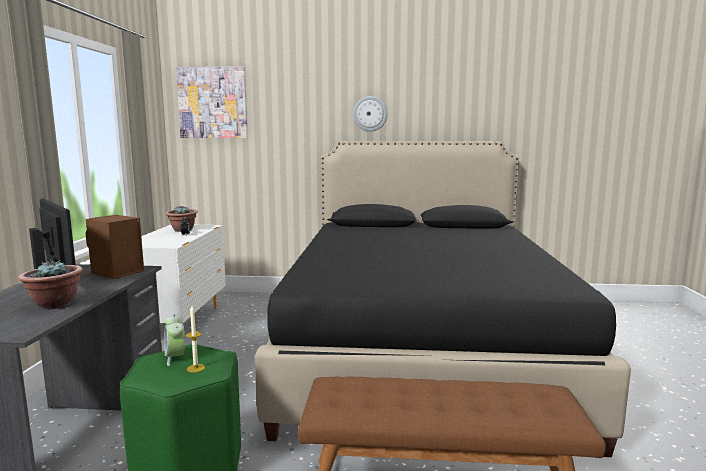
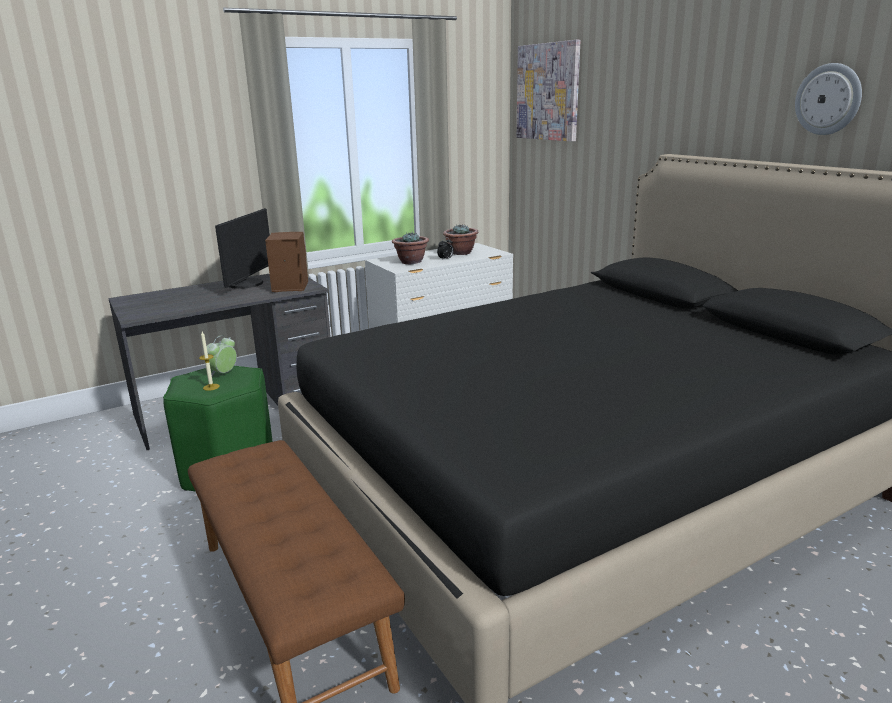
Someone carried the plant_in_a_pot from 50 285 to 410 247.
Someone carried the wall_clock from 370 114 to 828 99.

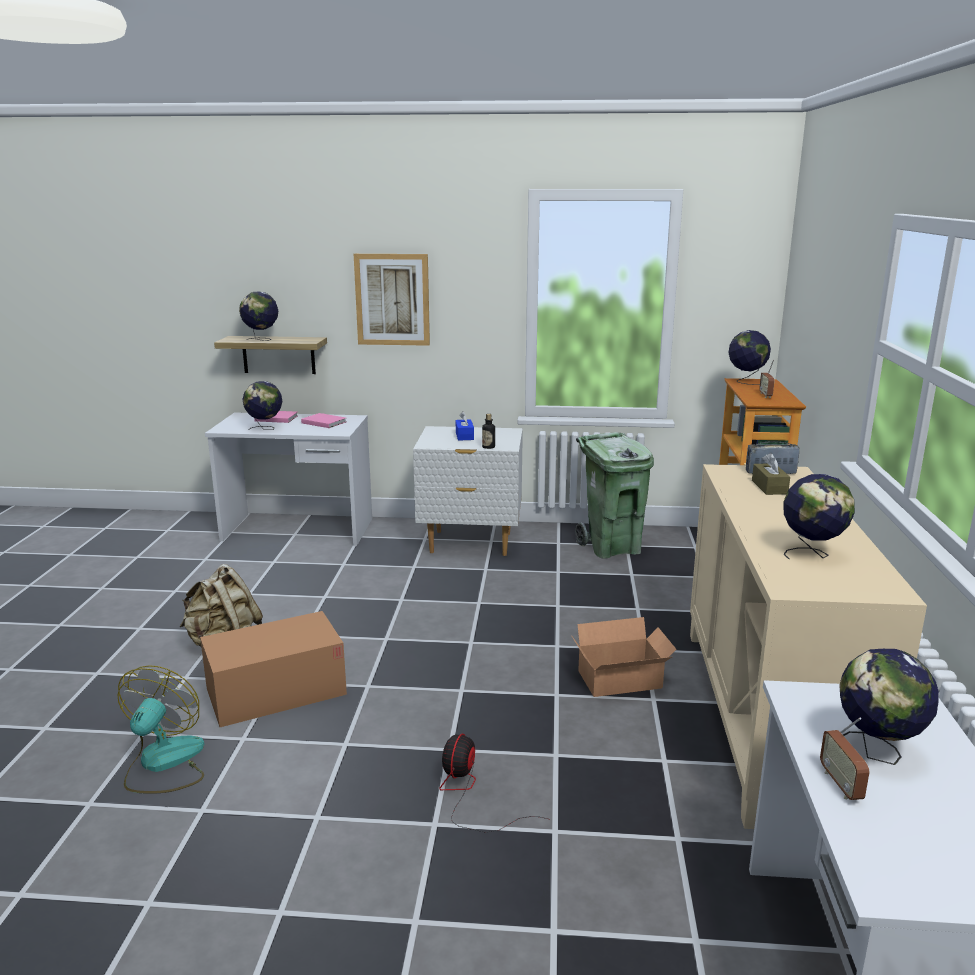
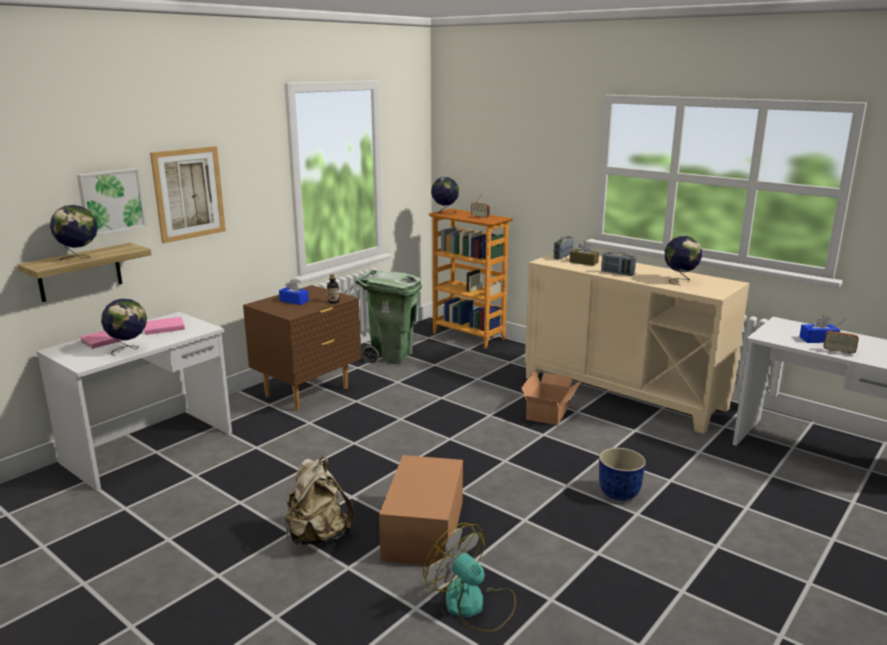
Someone put up the wall_picture at 112 201.
Someone repainted the white-coloured_bedside_table at 468 491, which became the brown_bedside_table at 302 348.
Someone swapped the fan at 493 783 for the flower_pot at 622 474.
Someone put down the radio_receiver at 618 264.
Someone swapped the globe at 889 707 for the bluish_tissue_box at 819 329.

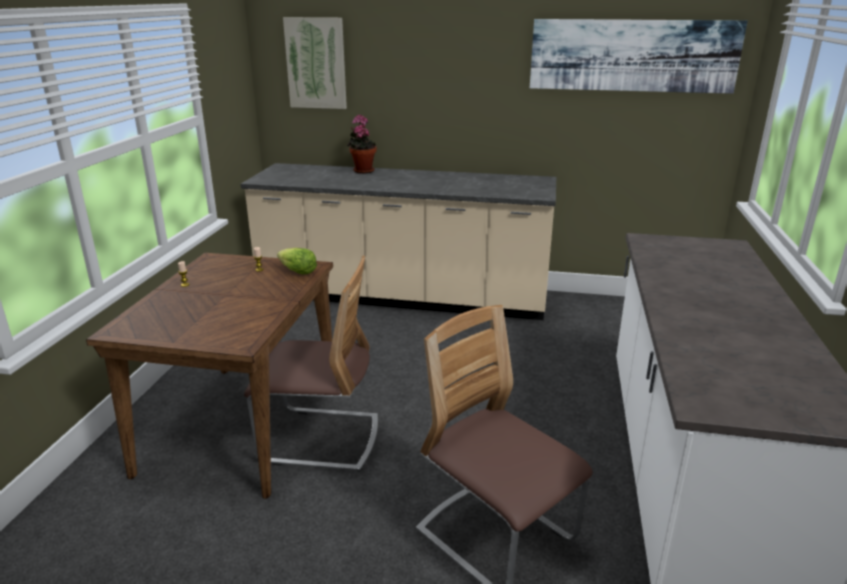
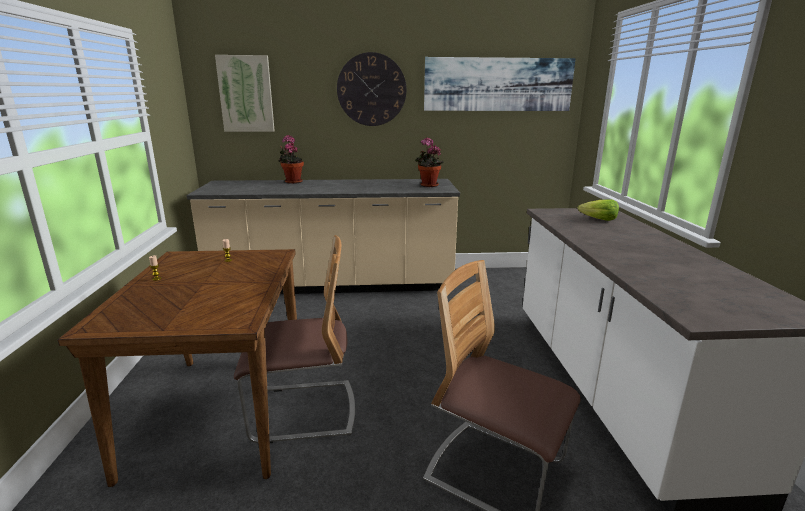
Someone put up the wall_clock at 371 89.
Someone put down the plant_in_a_pot at 429 162.
Someone carried the head_of_lettuce from 297 261 to 598 210.

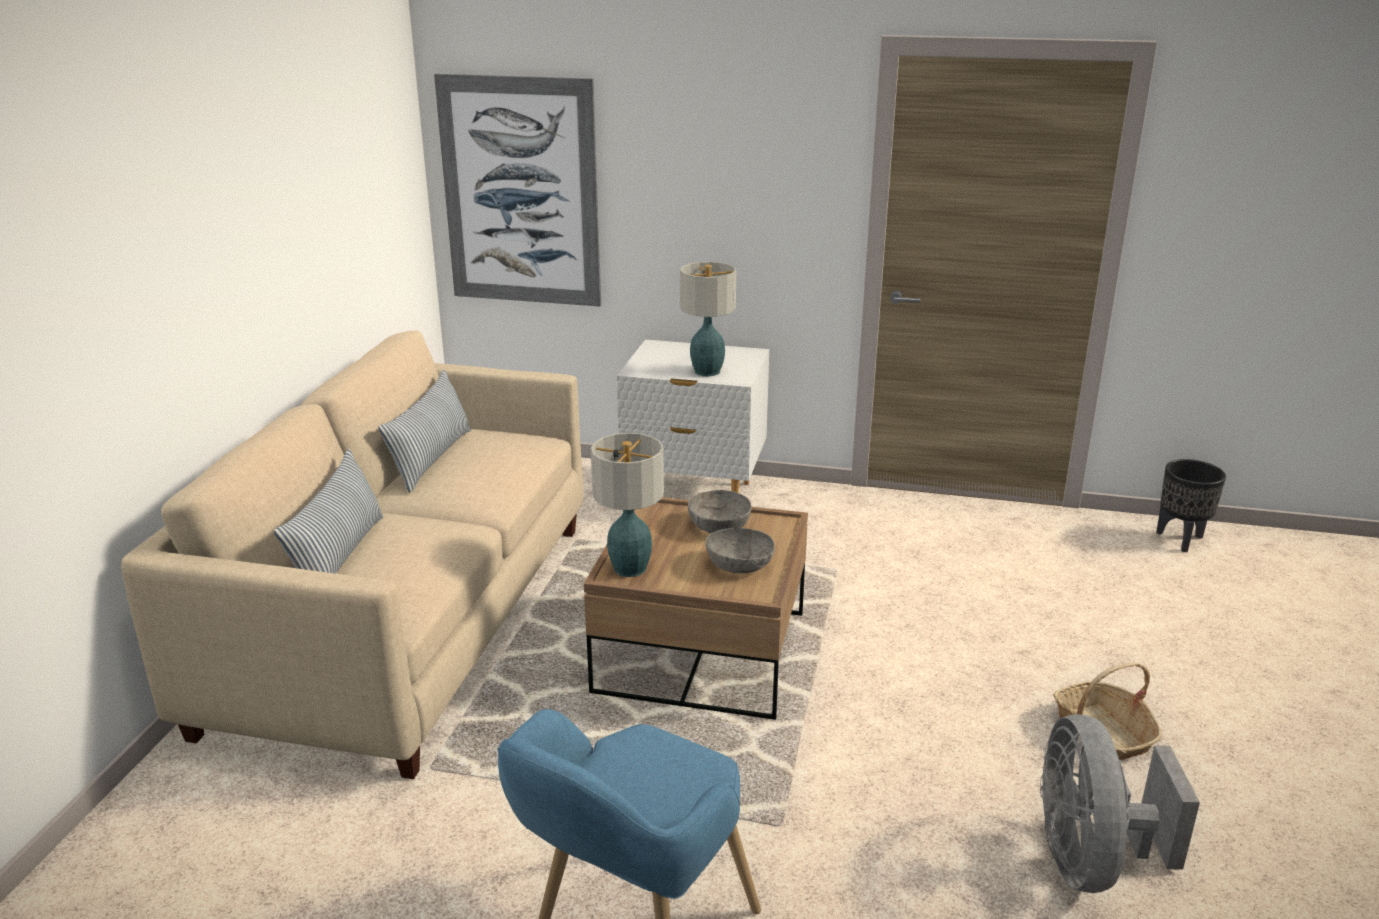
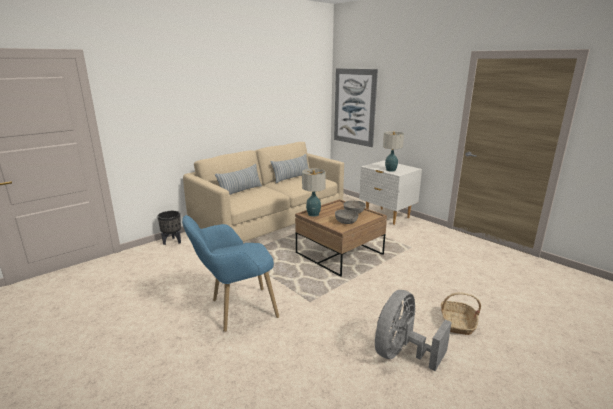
Someone carried the black-coloured_flower_pot from 1191 505 to 169 228.

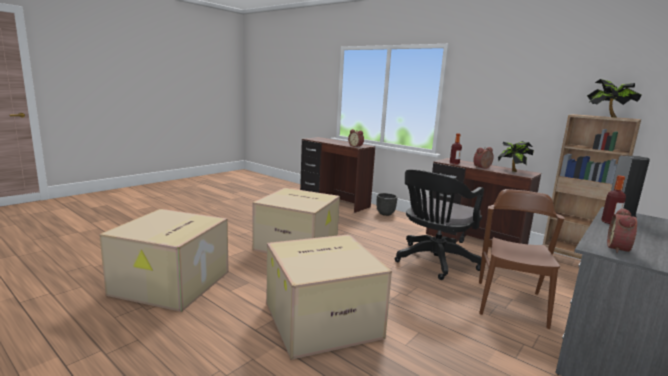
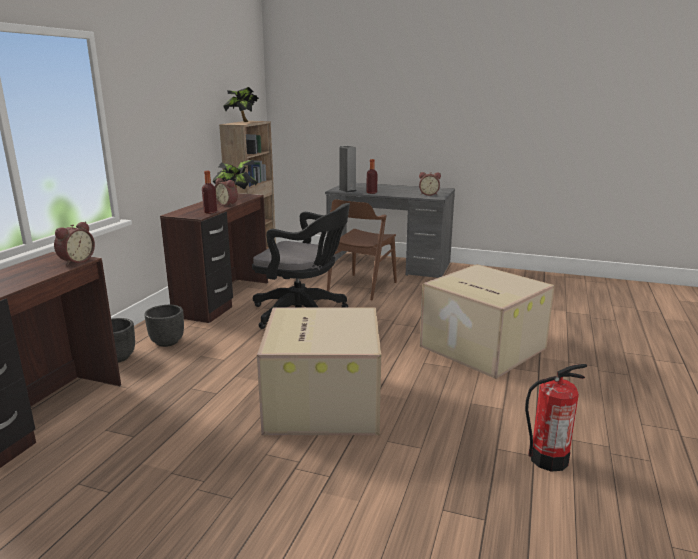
Someone put down the black-coloured_flower_pot at 164 326.
Someone rotated the brown_chair at 522 259 by 60 degrees counterclockwise.
Someone swapped the cardboard_box at 164 260 for the fire-fighting_cylinder at 556 417.

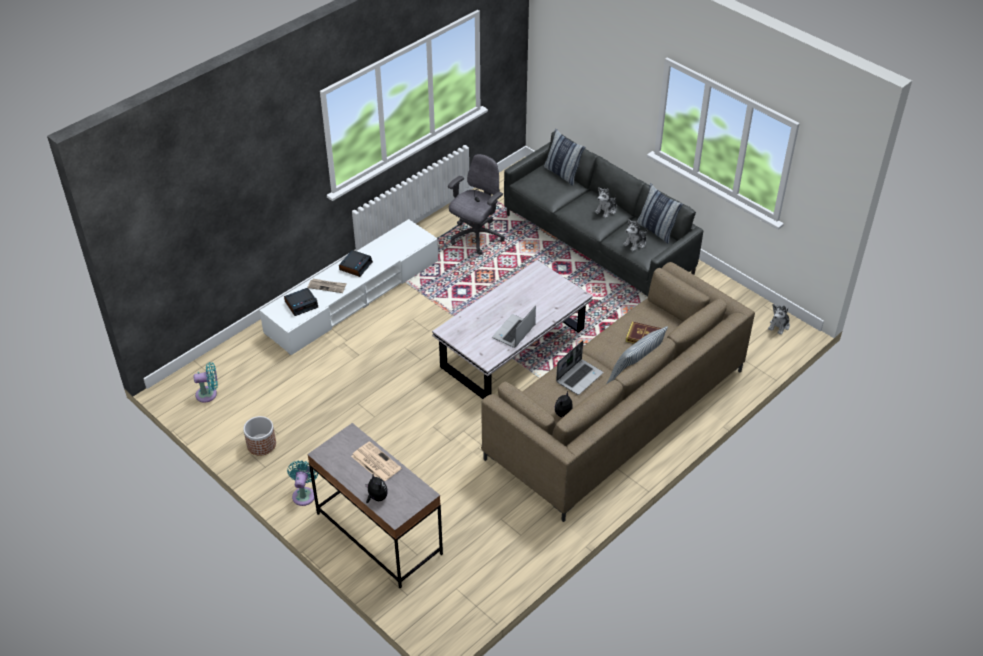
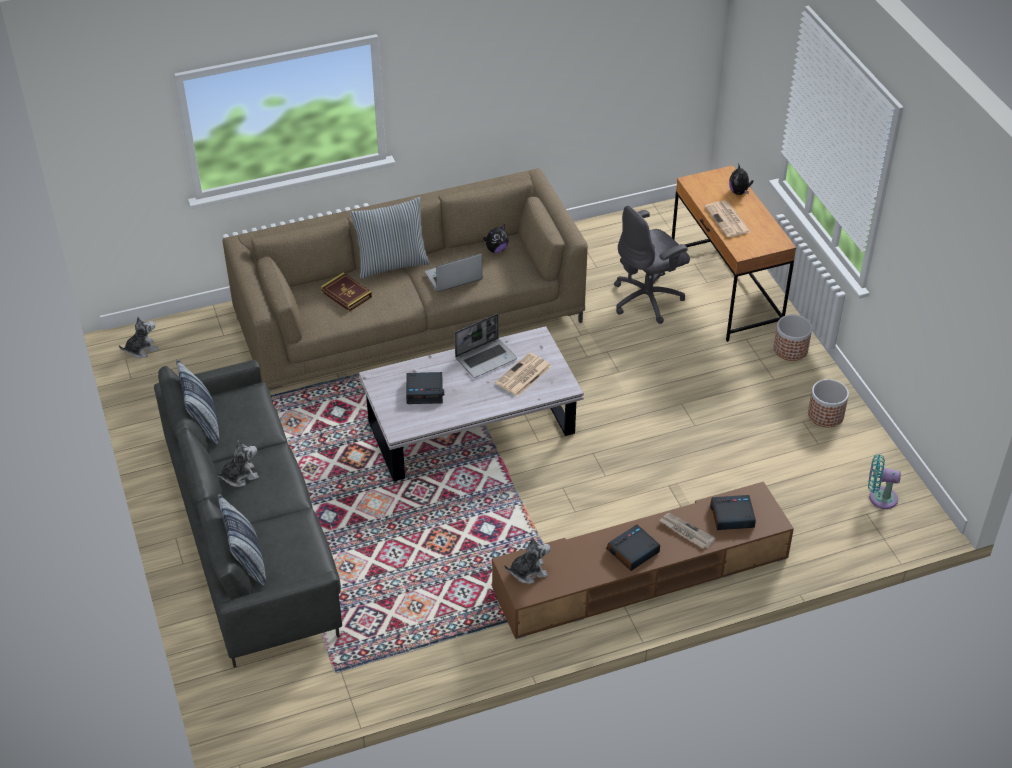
Someone put down the alarm_clock at 425 388.
Someone repainted the white-coloured_tv_stand at 348 287, which became the brown_tv_stand at 643 561.
Someone put down the printed_paper at 523 374.
Someone carried the cuddly_toy from 635 235 to 527 560.
Someone carried the gray_desk_chair from 476 204 to 652 264.
Someone repainted the gray_desk_table at 375 505, which became the brown_desk_table at 734 253.
Someone swapped the turquoise_fan at 302 483 for the flower_pot at 792 338.

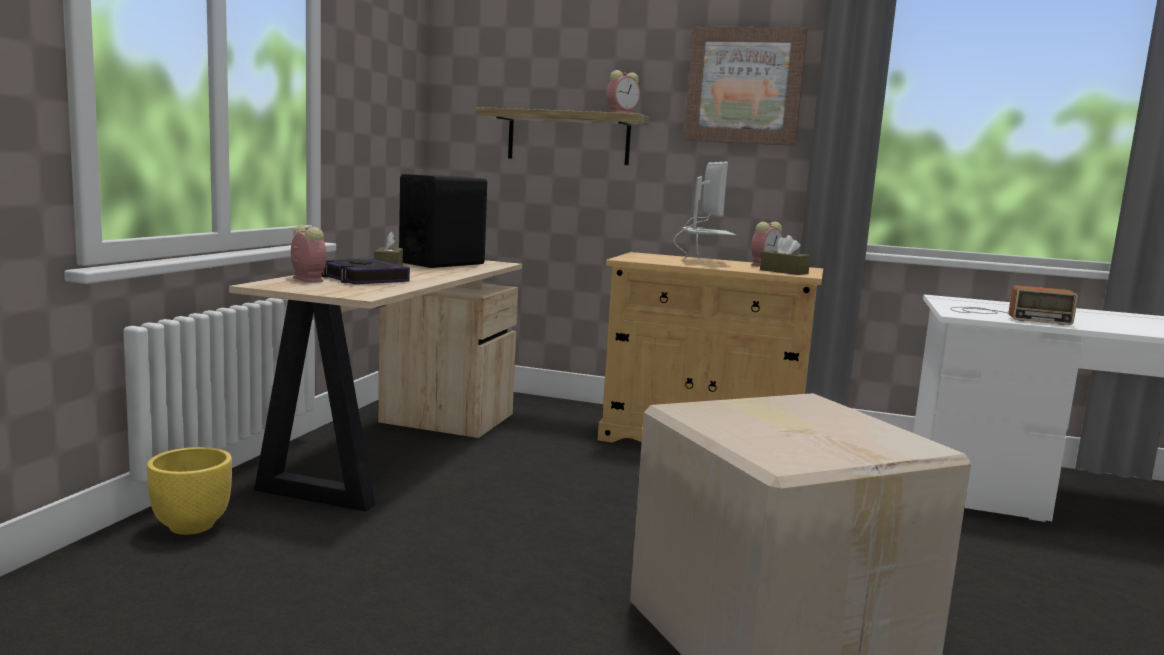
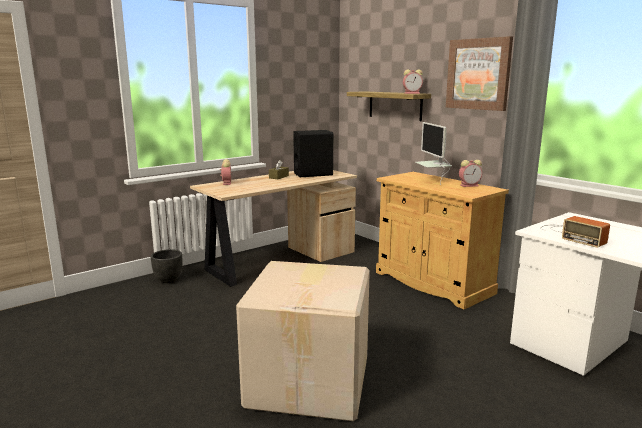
Someone repainted the yellow-coloured_flower_pot at 189 491, which became the black-coloured_flower_pot at 167 266.
Someone rotated the computer_screen at 705 210 by 135 degrees clockwise.
Someone took away the volume at 365 271.
Someone took away the brown_tissue_box at 785 255.

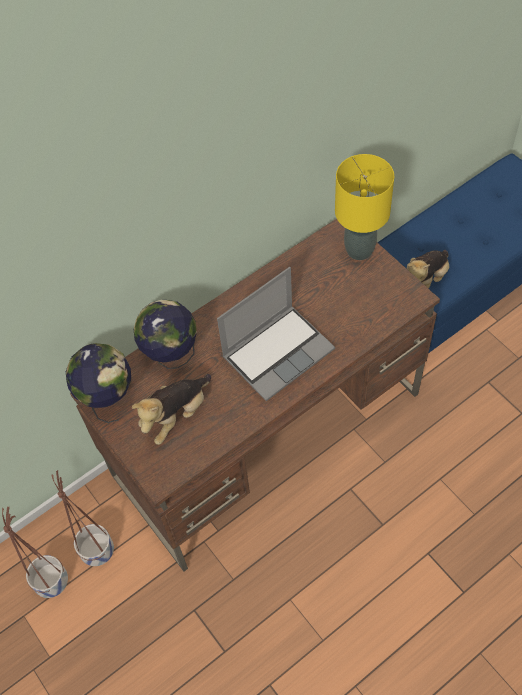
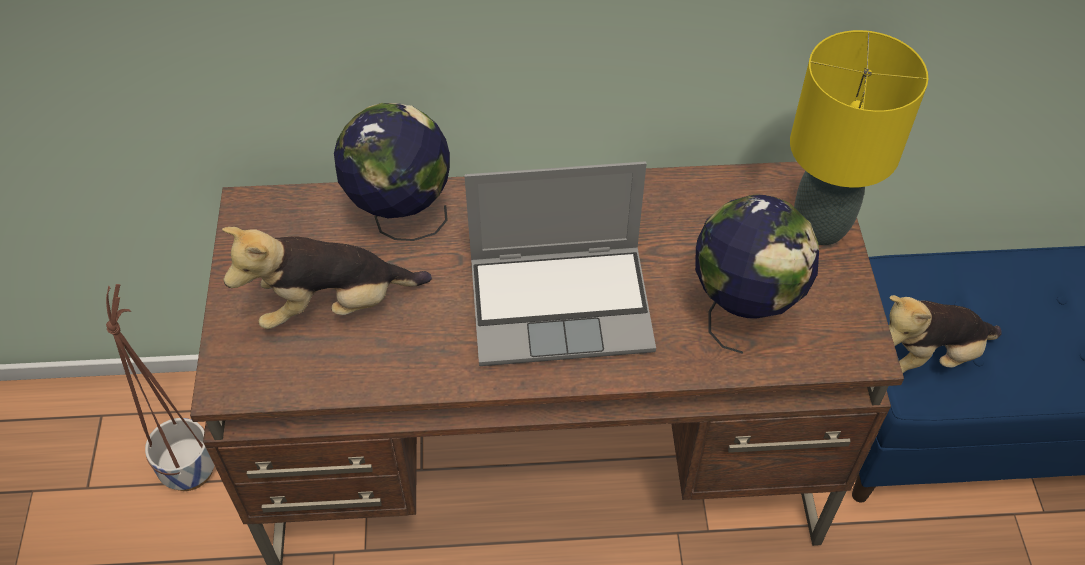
Someone carried the globe from 98 383 to 757 274.
Someone took away the flower_pot at 35 552.

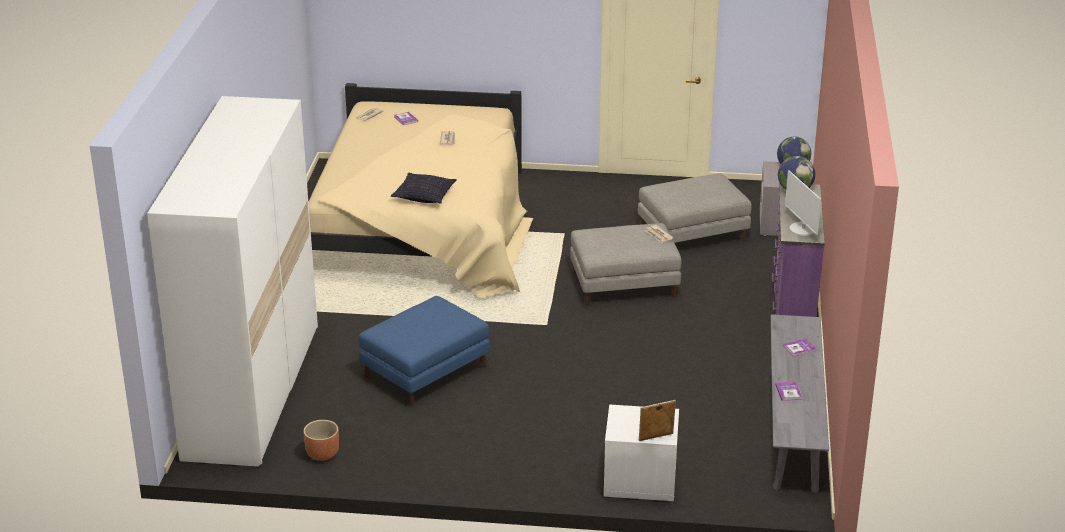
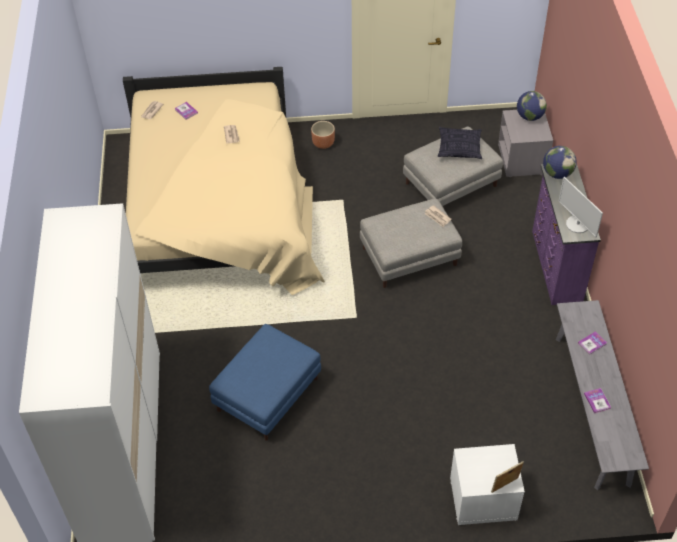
Someone carried the brown_flower_pot from 321 440 to 323 135.
Someone carried the pillow from 424 188 to 460 143.

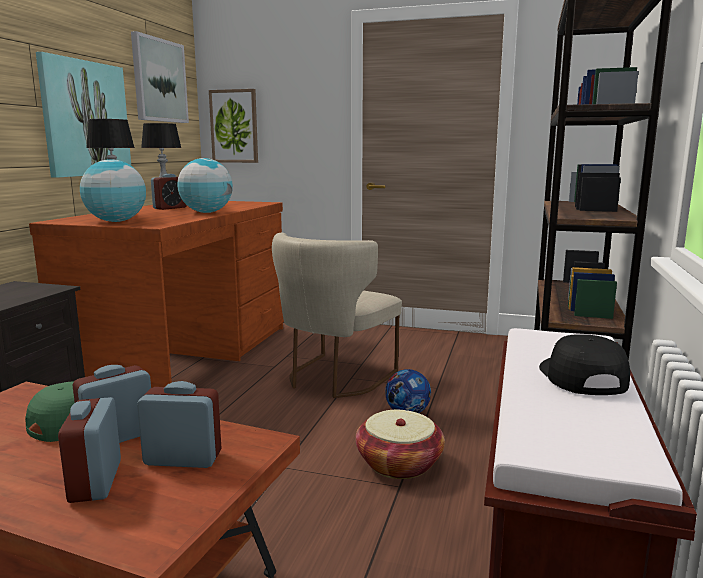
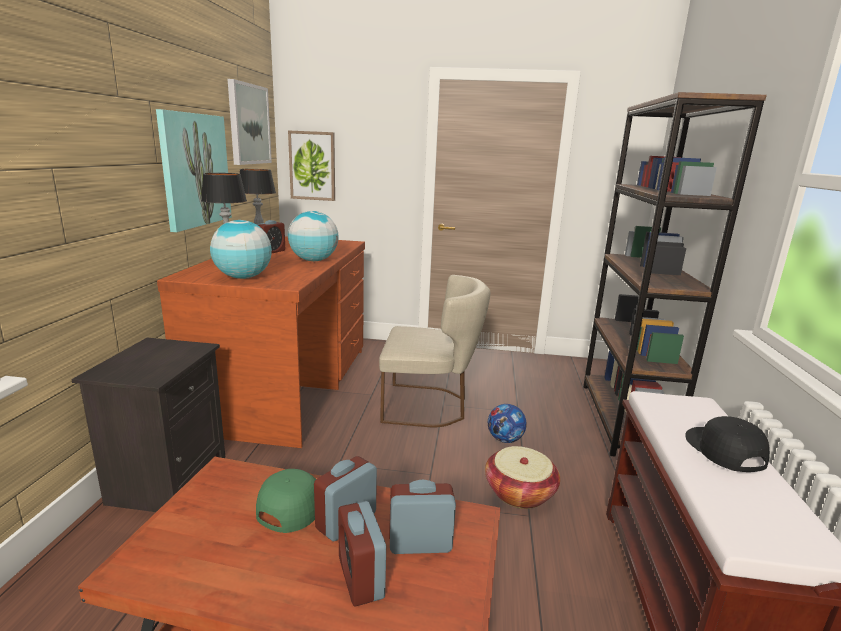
Someone rotated the beige_chair at 337 315 by 105 degrees counterclockwise.

